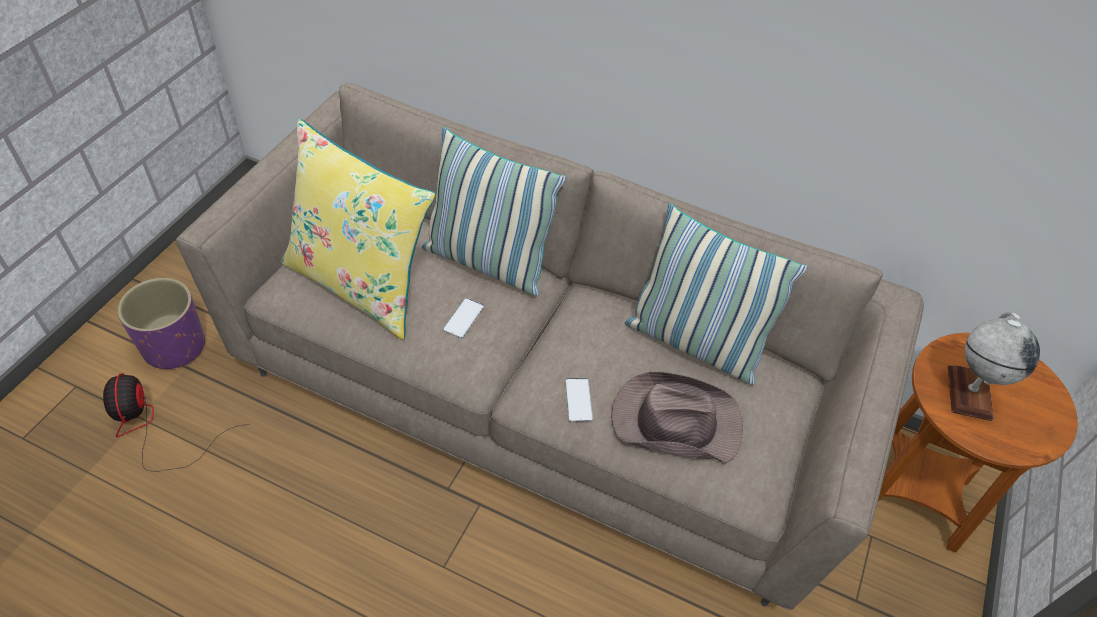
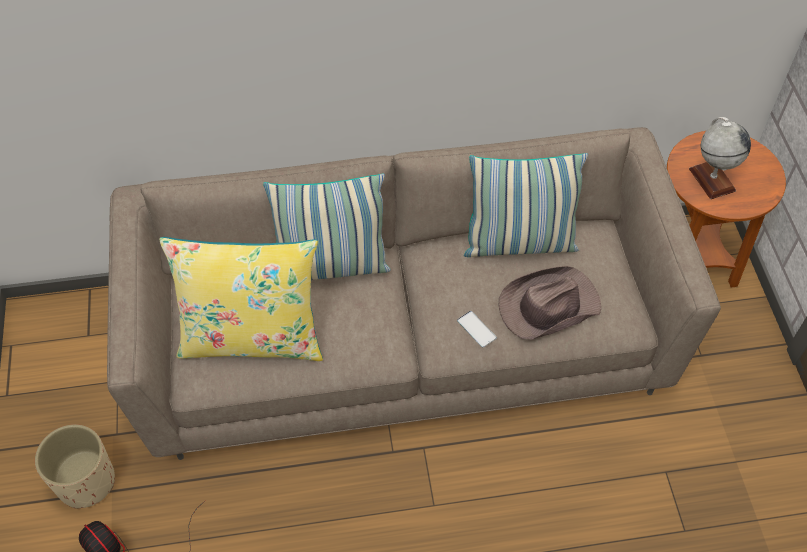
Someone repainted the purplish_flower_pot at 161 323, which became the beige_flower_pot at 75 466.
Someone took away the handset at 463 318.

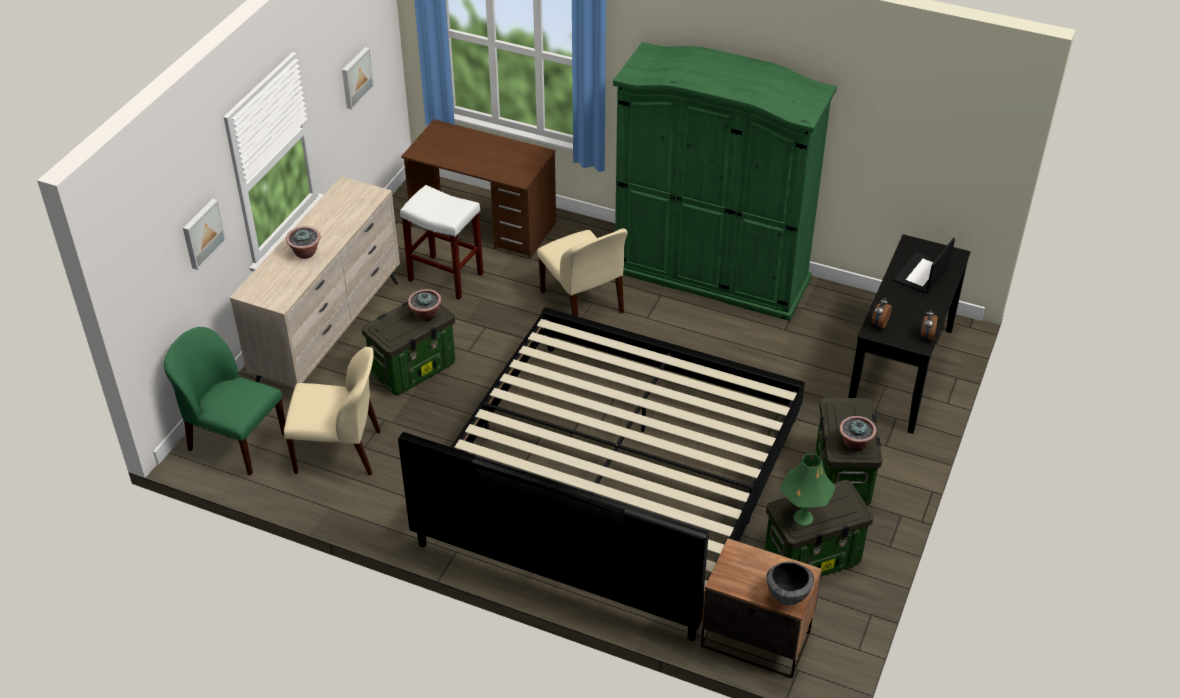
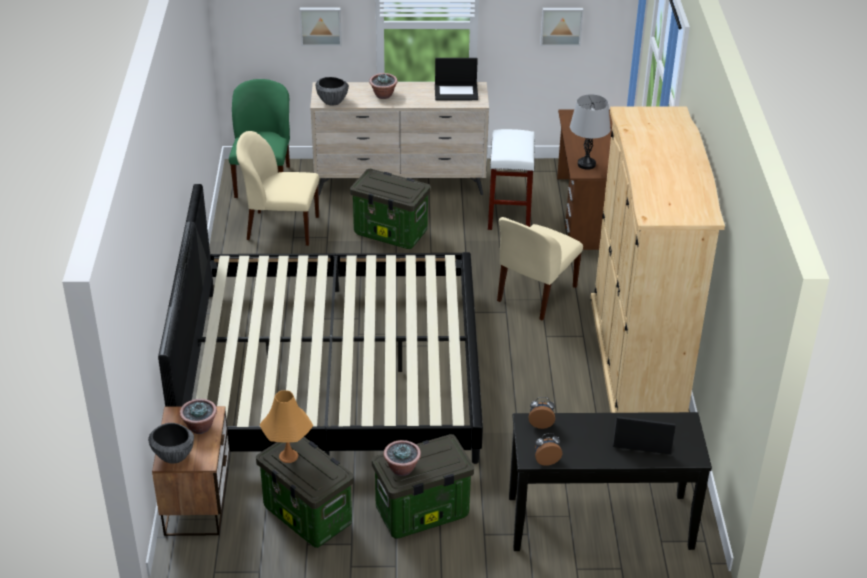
Someone carried the plant_in_a_pot from 424 305 to 198 416.
Someone rotated the beige_chair at 332 411 by 120 degrees clockwise.
Someone repainted the green-coloured_table_lamp at 807 489, which became the orange_table_lamp at 286 426.
Someone put down the deep_dish at 332 91.
Someone put down the laptop at 456 79.
Someone put down the gray_table_lamp at 590 132.
Someone repainted the green-coloured_wardrobe at 725 181, which became the beige_wardrobe at 657 260.

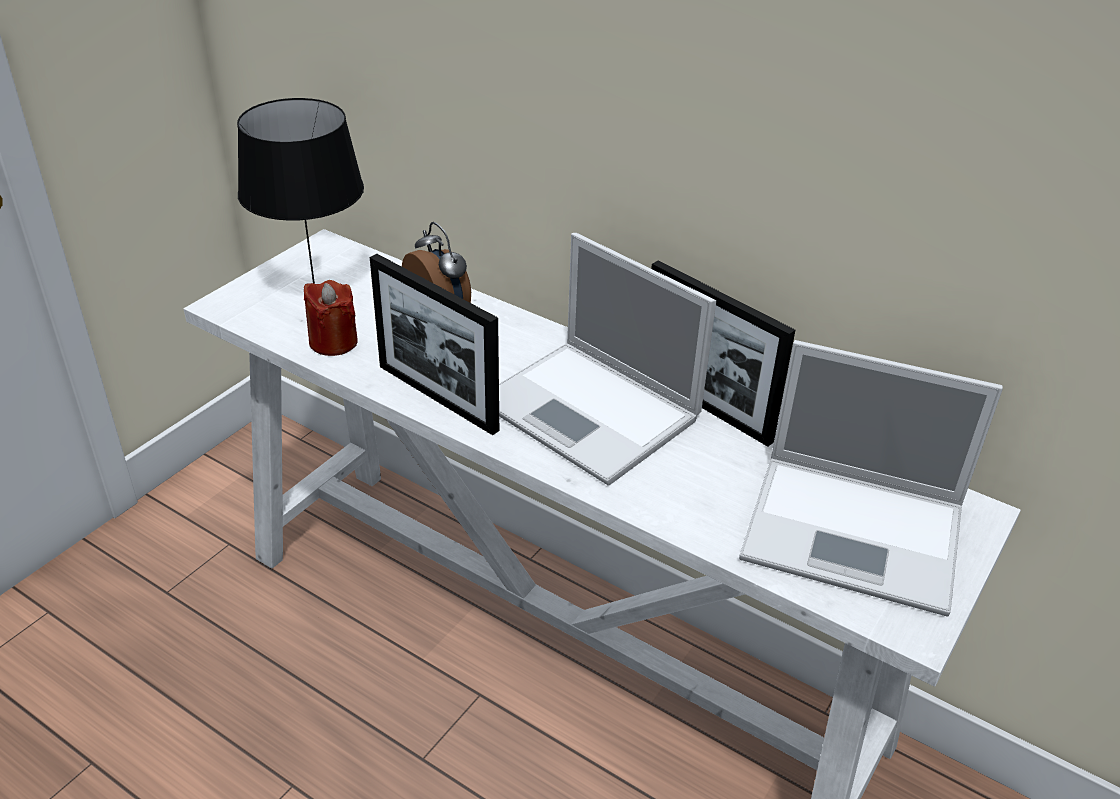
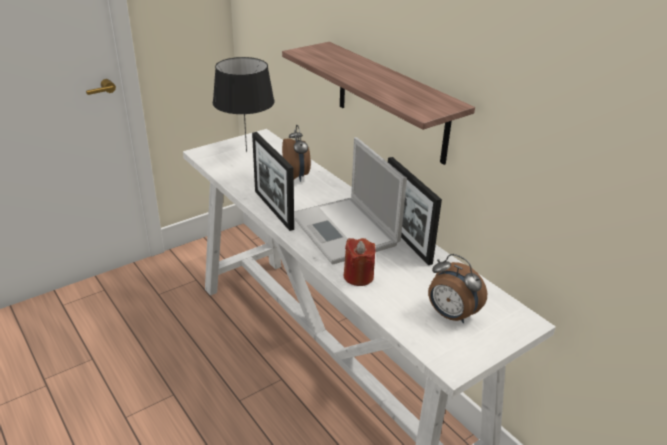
Someone put up the shelf at 378 103.
Someone carried the reddish_wax_light from 331 318 to 360 262.
Someone swapped the laptop at 871 478 for the alarm_clock at 457 288.

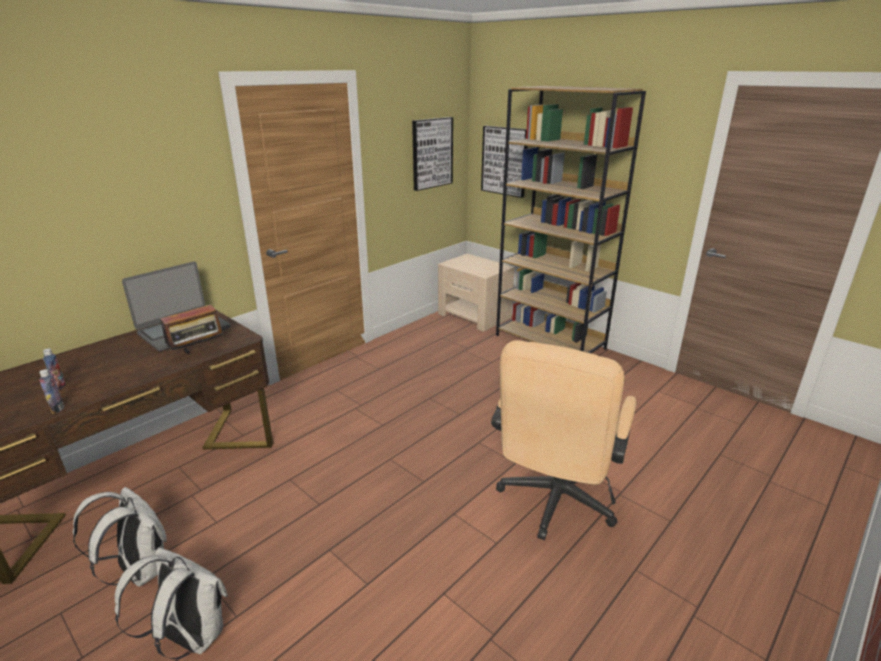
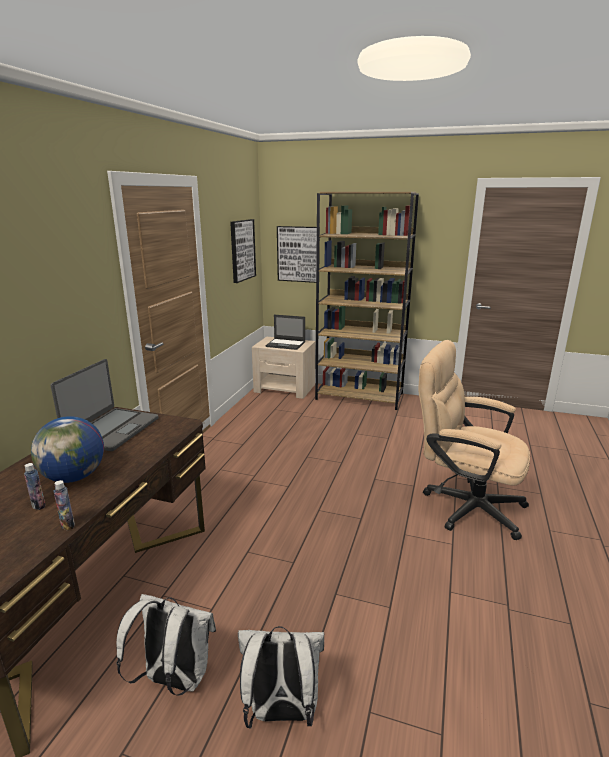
Someone put down the globe at 67 449.
Someone put down the laptop at 285 332.
Someone rotated the beige_desk_chair at 563 440 by 120 degrees clockwise.
Someone took away the radio_receiver at 193 328.

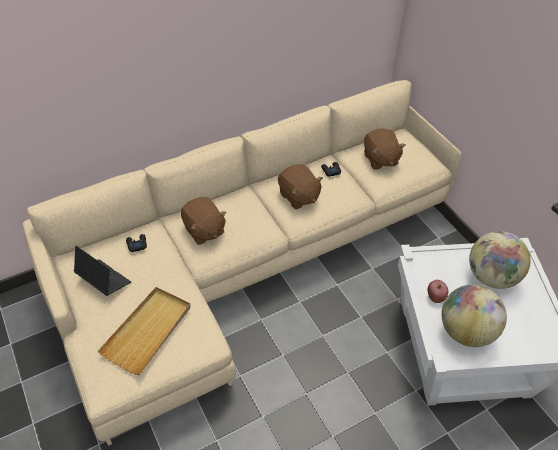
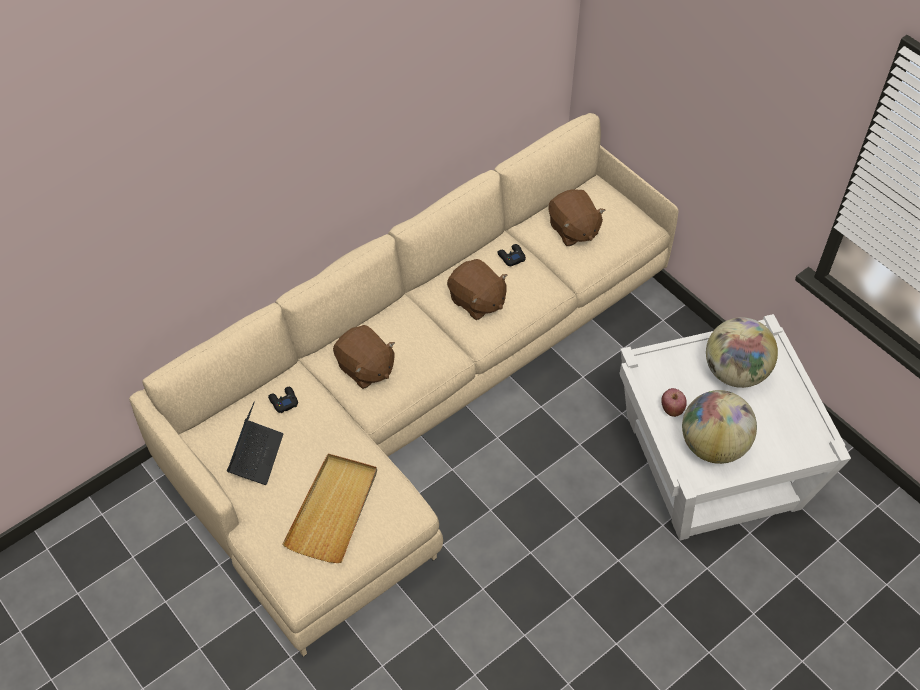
Someone rotated the laptop at 102 271 by 75 degrees clockwise.

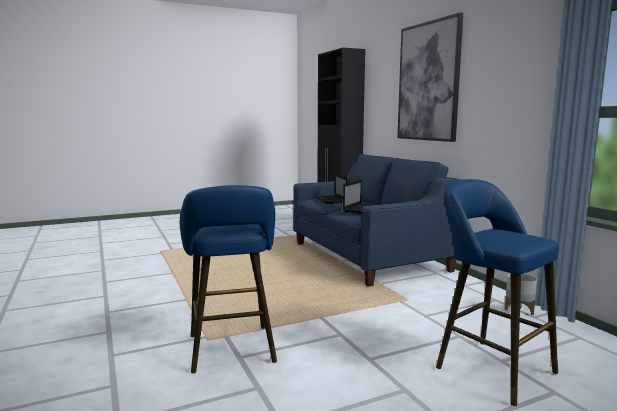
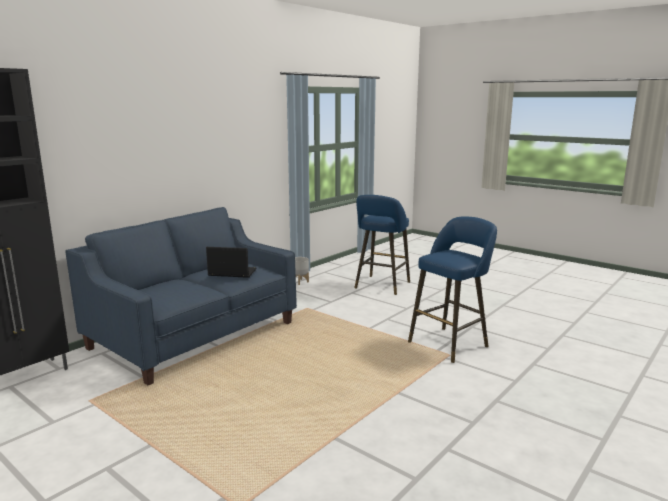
Someone took away the laptop at 331 188.
Someone took away the wall_picture at 430 77.

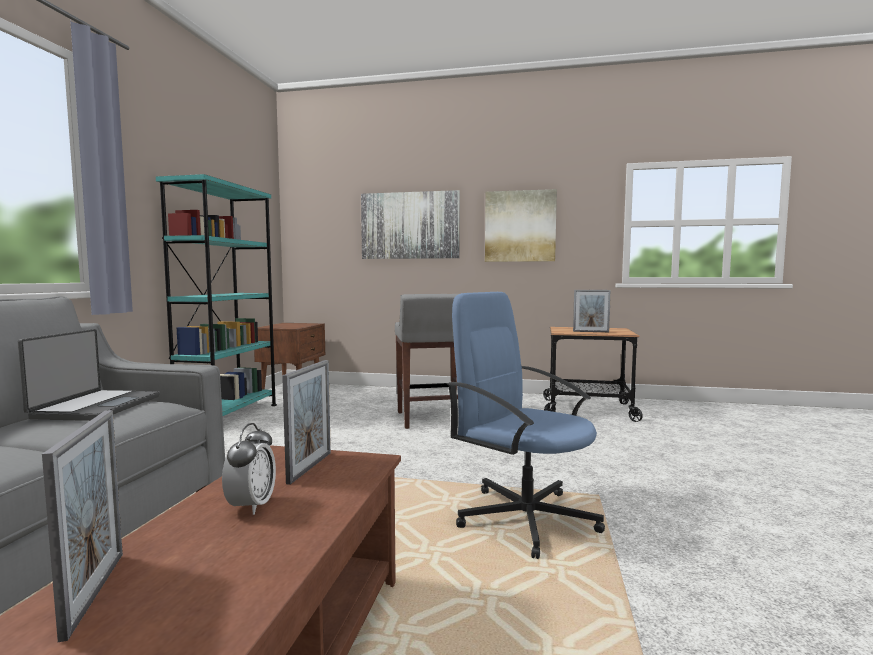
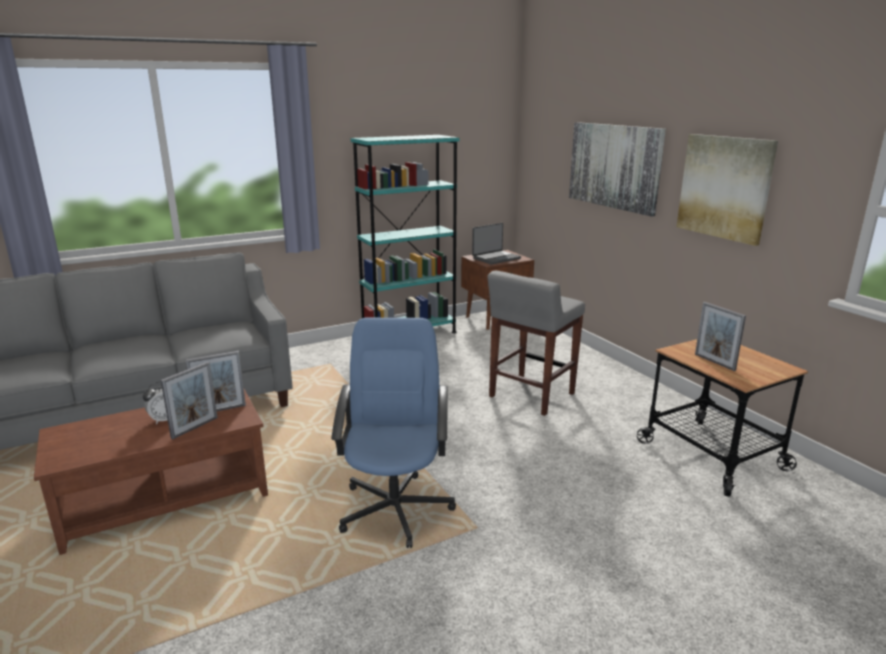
Someone carried the standing_frame from 82 526 to 189 400.
Someone carried the laptop from 89 375 to 496 244.

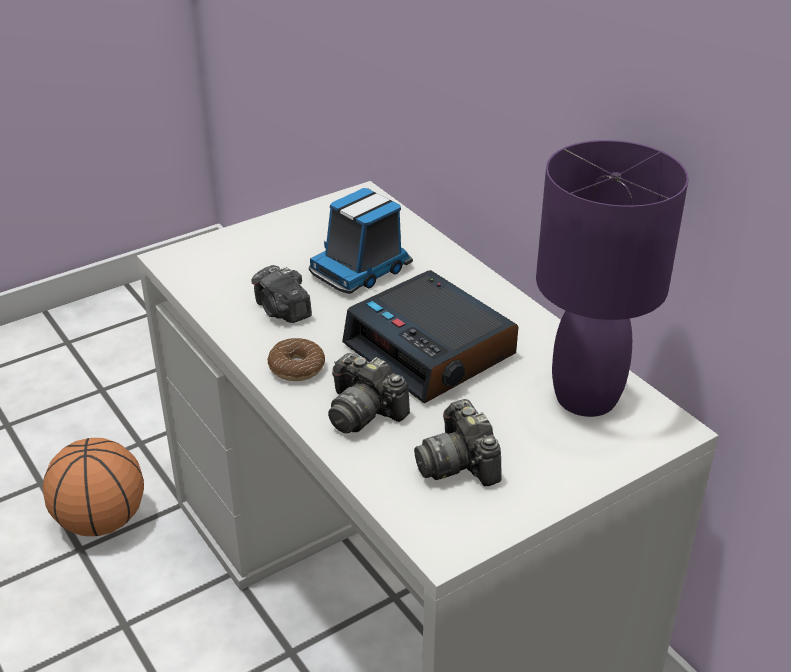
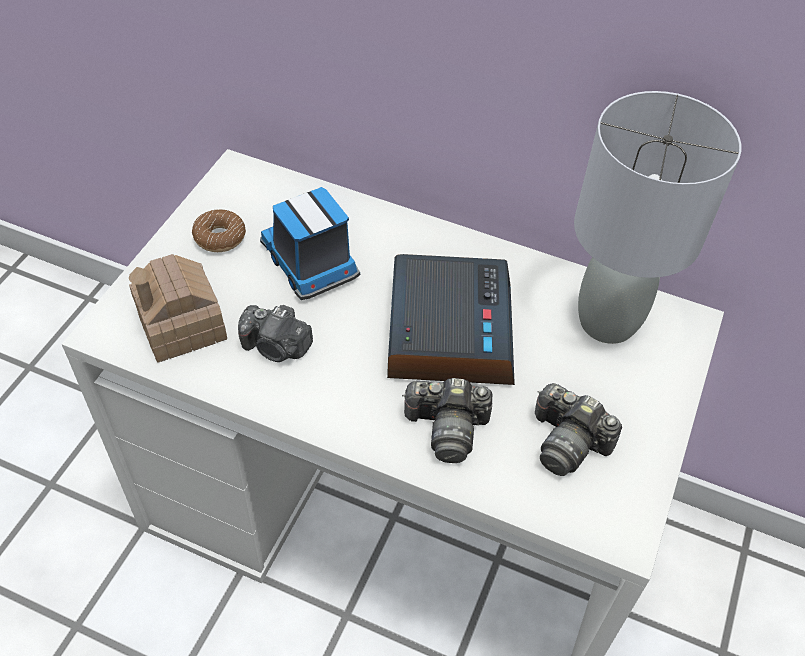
Someone put down the toy_house at 178 308.
Someone carried the doughnut from 296 359 to 219 231.
Someone rotated the toy_truck at 361 241 by 135 degrees clockwise.
Someone rotated the alarm_clock at 430 336 by 105 degrees counterclockwise.
Someone repainted the purplish_table_lamp at 612 278, which became the gray_table_lamp at 657 217.
Someone took away the basketball_ball at 93 487.

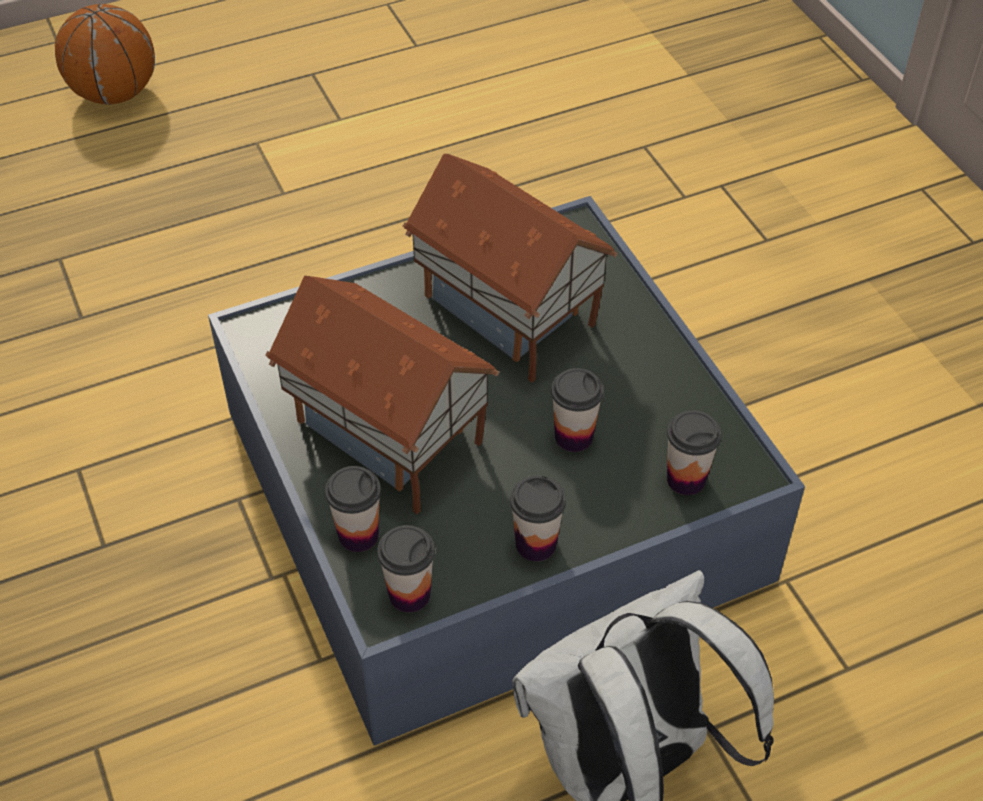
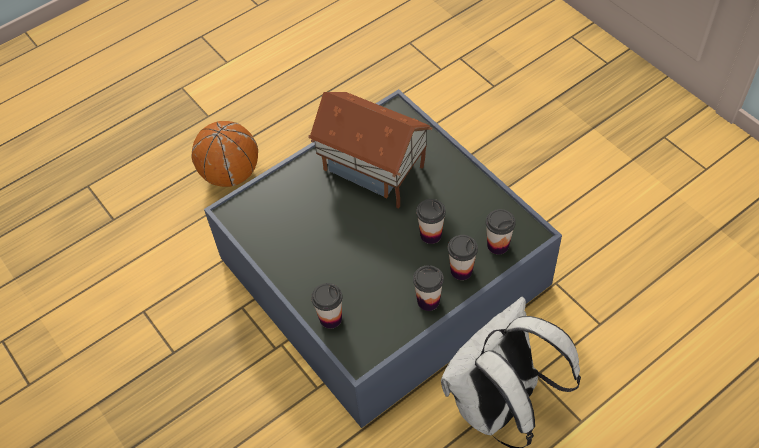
Someone carried the basketball_ball from 105 54 to 225 154.
Someone carried the cup from 406 568 to 463 257.
Someone took away the toy_house at 382 395.

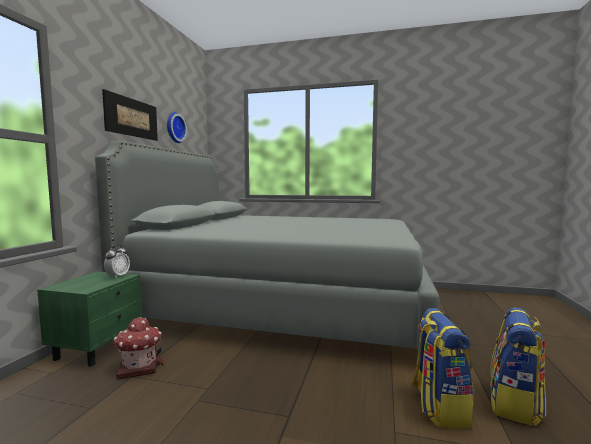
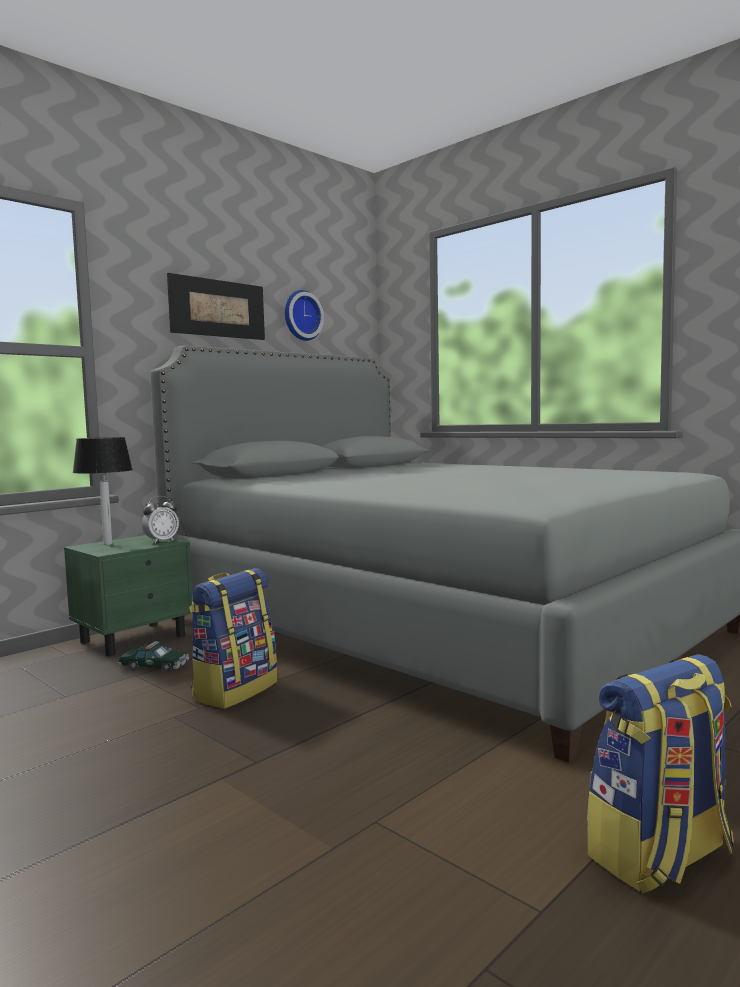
Someone put down the table_lamp at 103 491.
Someone swapped the toy_house at 138 348 for the toy_car at 153 656.
Someone carried the backpack from 442 368 to 233 638.

